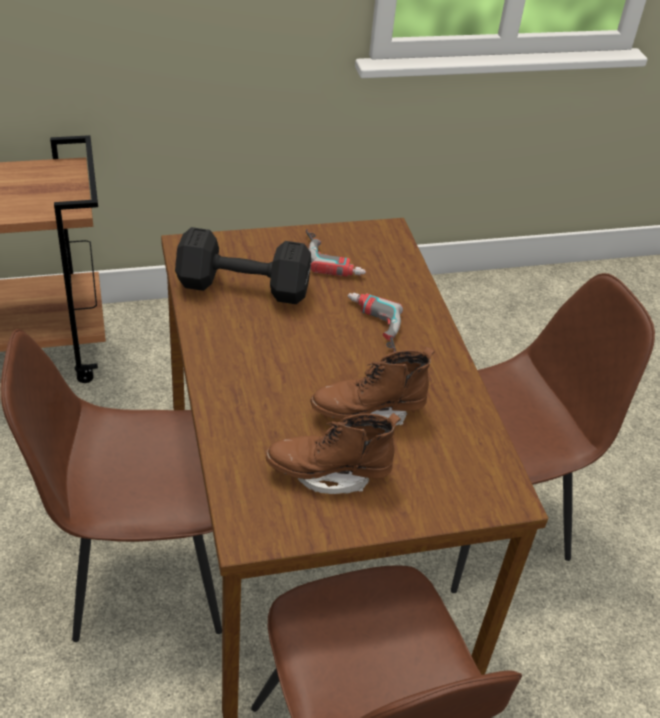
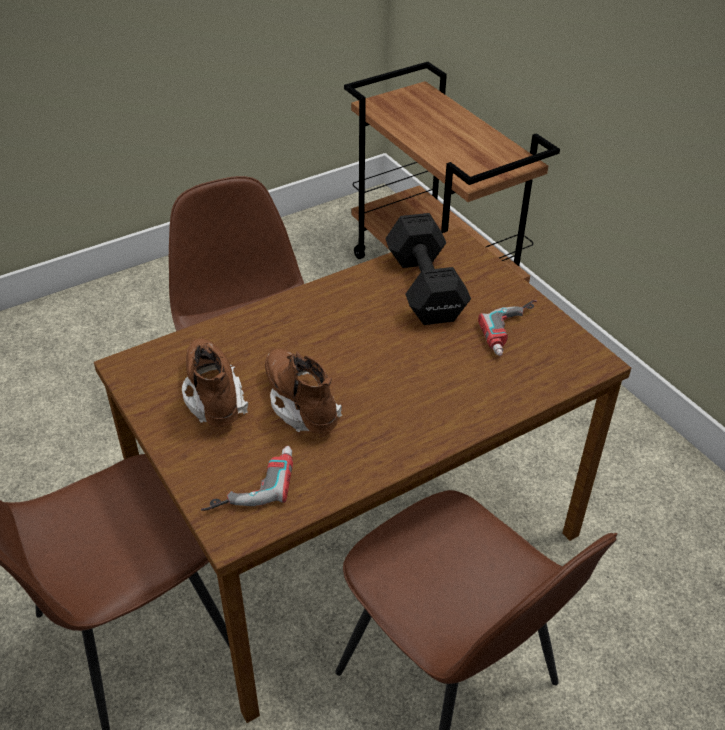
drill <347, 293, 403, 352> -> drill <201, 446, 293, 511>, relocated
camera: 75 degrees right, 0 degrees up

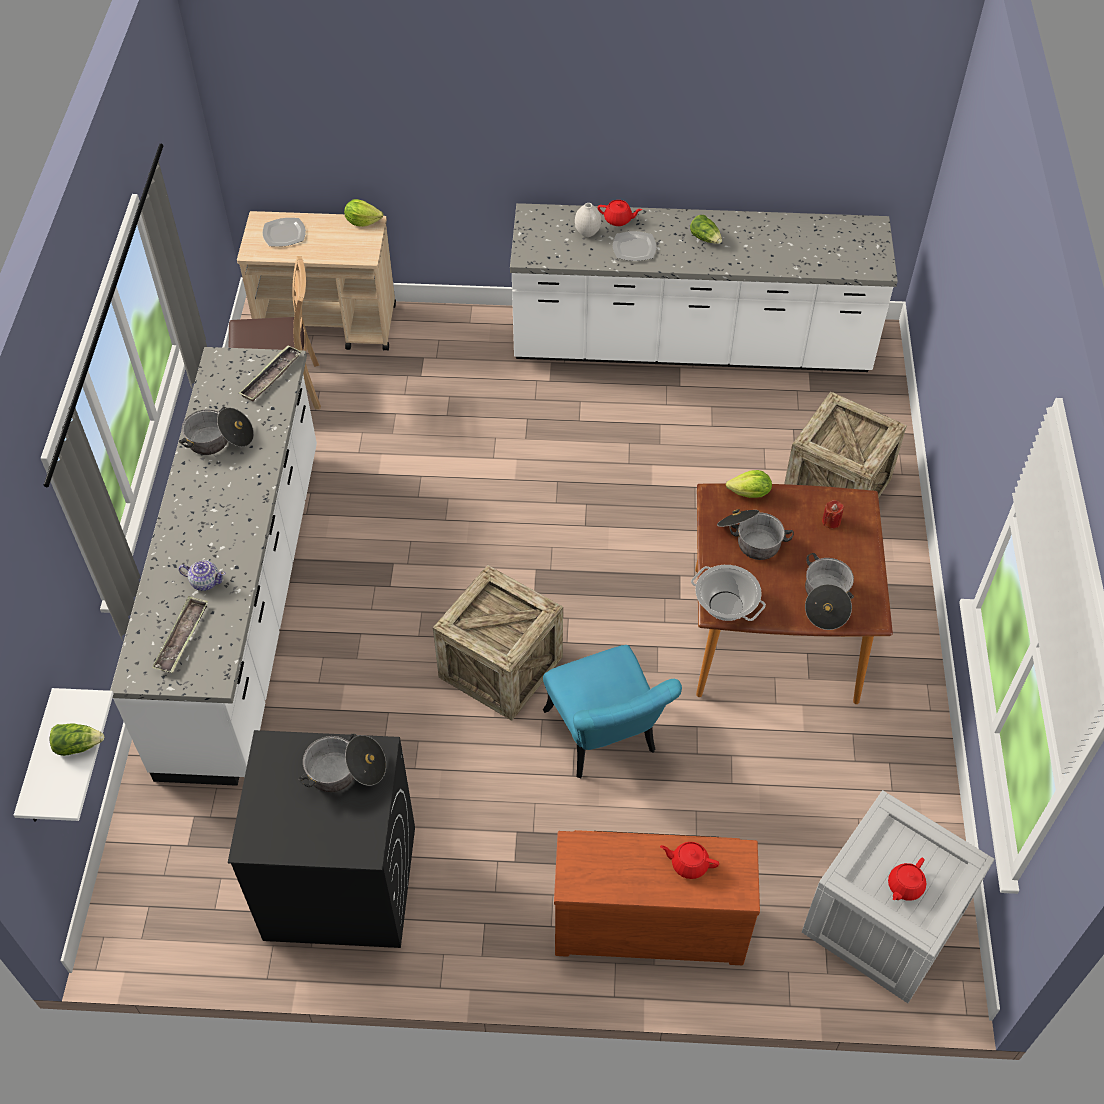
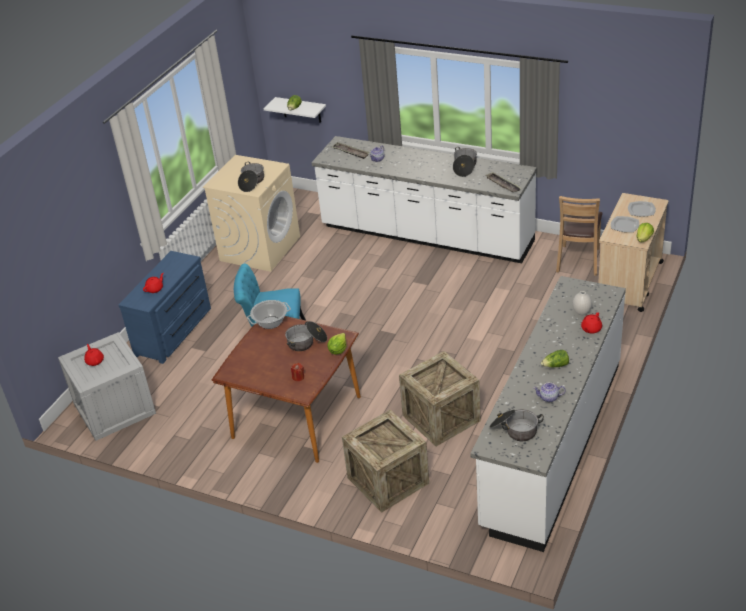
brown-coloured drawer chest <554, 830, 760, 965> -> bluish drawer chest <119, 251, 211, 364>
black washing machine <228, 730, 415, 948> -> sand-coloured washing machine <203, 155, 300, 272>
crate <433, 565, 563, 721> -> crate <399, 351, 481, 446>, relocated
saucepot <805, 553, 854, 630> -> saucepot <489, 409, 544, 441>, relocated
none -> tea pot <533, 382, 566, 402>
dinner plate <613, 231, 657, 261> -> dinner plate <611, 216, 639, 232>, relocated
camera: 115 degrees right, 15 degrees down

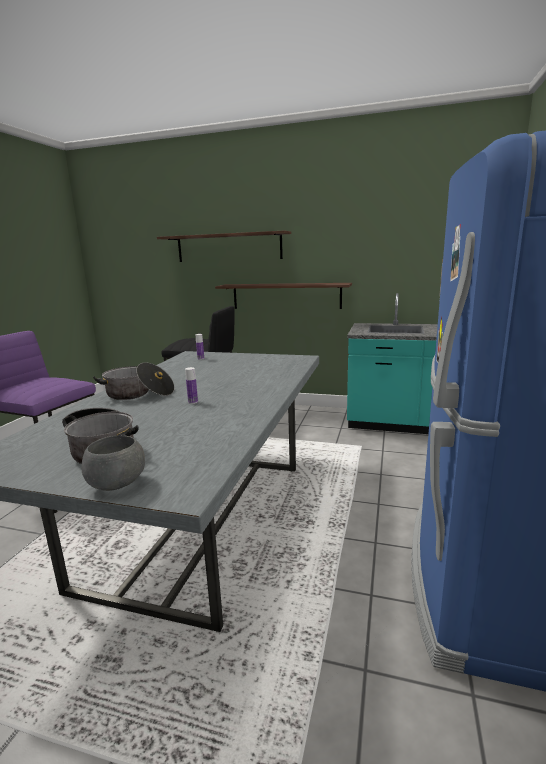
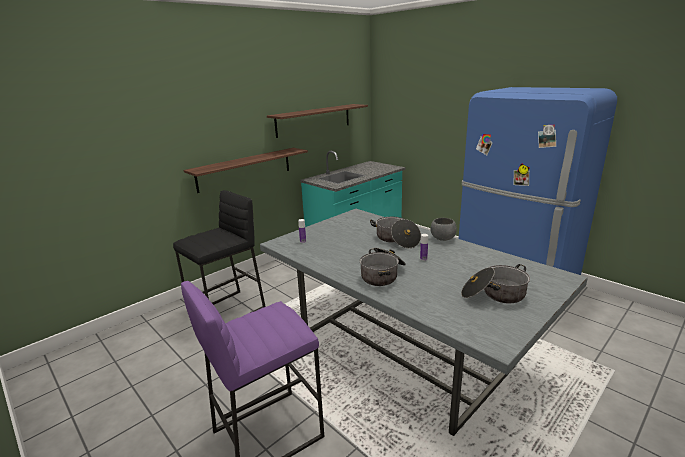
shelf <157, 231, 291, 262> -> shelf <267, 104, 368, 138>, relocated
none -> saucepot <370, 217, 421, 248>
gray deep dish <81, 435, 145, 491> -> gray deep dish <430, 218, 457, 241>, relocated
camera: 60 degrees left, 5 degrees up

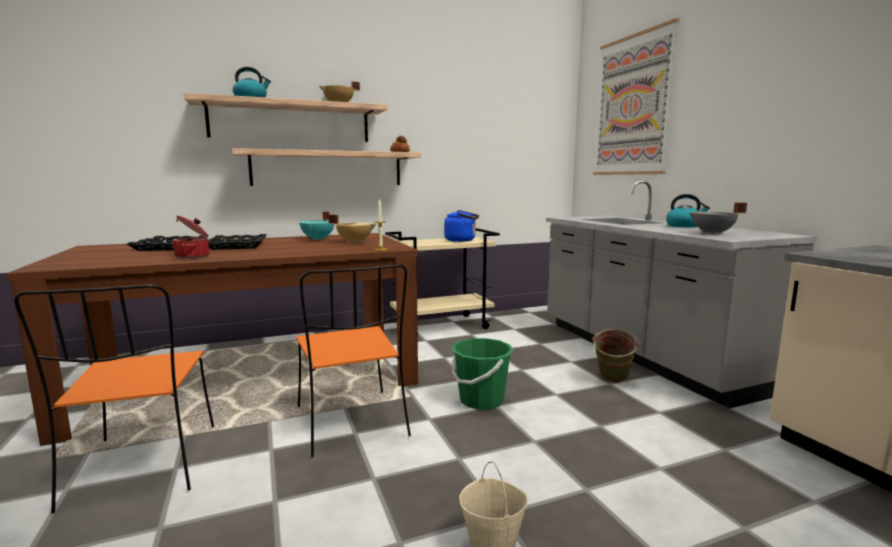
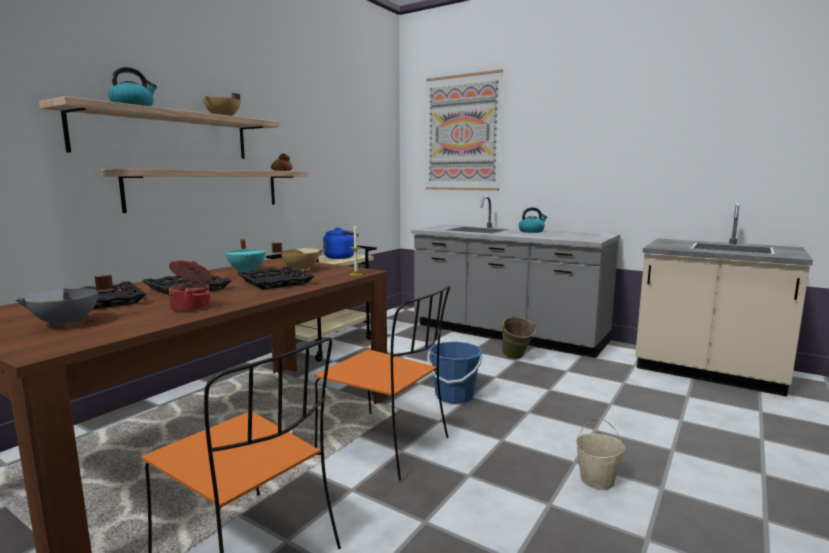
gray saucepot <689, 203, 747, 235> -> gray saucepot <14, 275, 113, 327>, relocated
none -> black serving tray <237, 266, 315, 290>
greenish bucket <452, 338, 513, 410> -> bluish bucket <427, 342, 483, 404>
camera: 35 degrees left, 0 degrees up

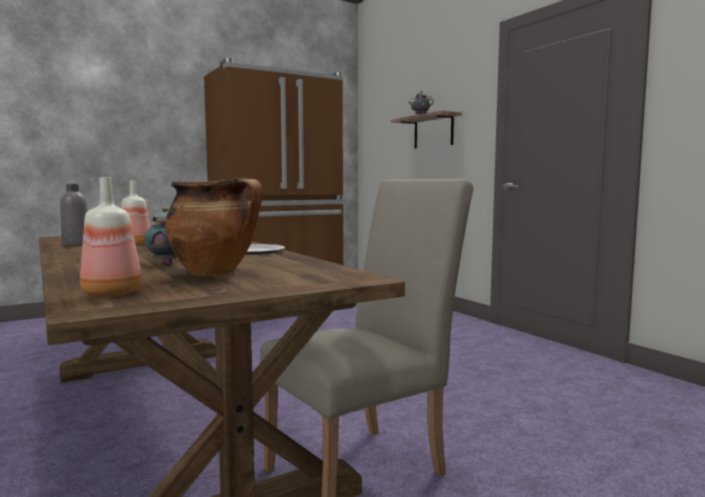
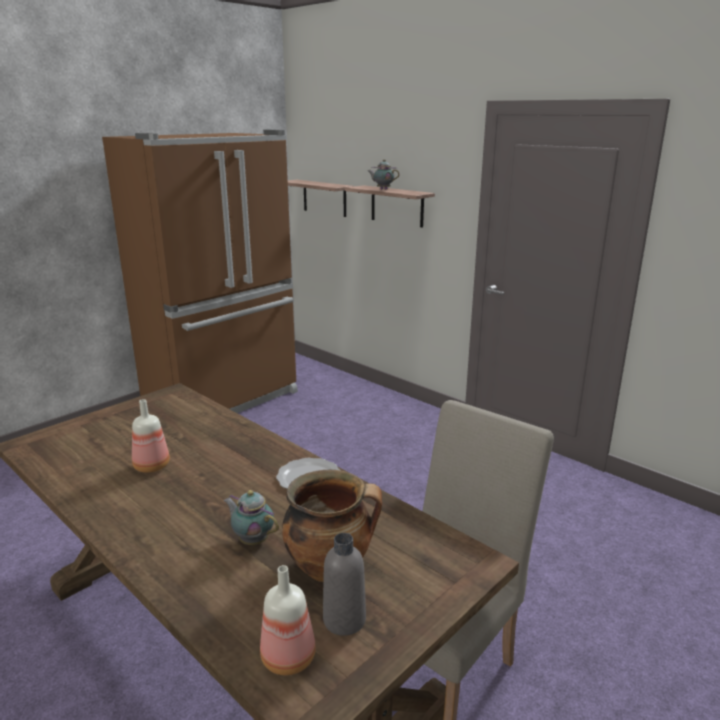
none -> shelf <288, 180, 354, 217>
gray beverage bottle <60, 184, 88, 246> -> gray beverage bottle <323, 533, 366, 636>, relocated
camera: 15 degrees left, 15 degrees up

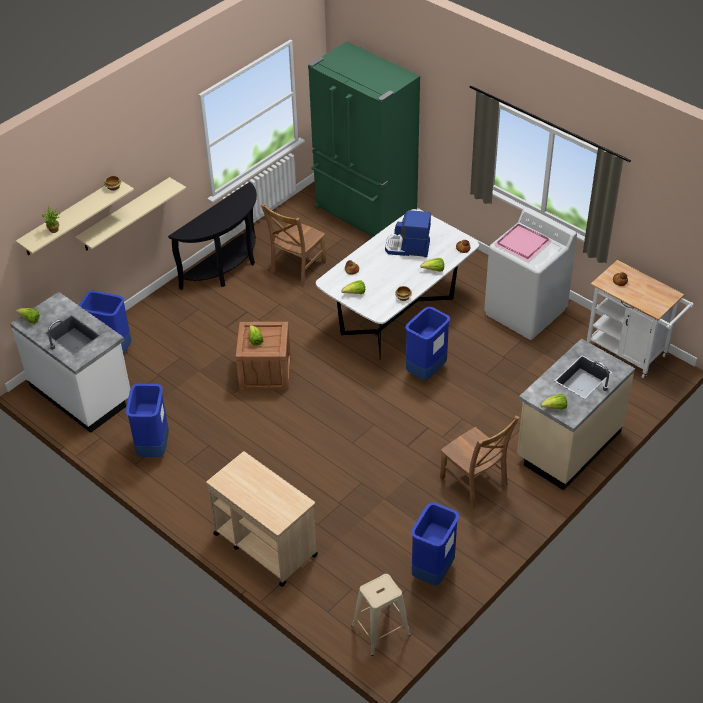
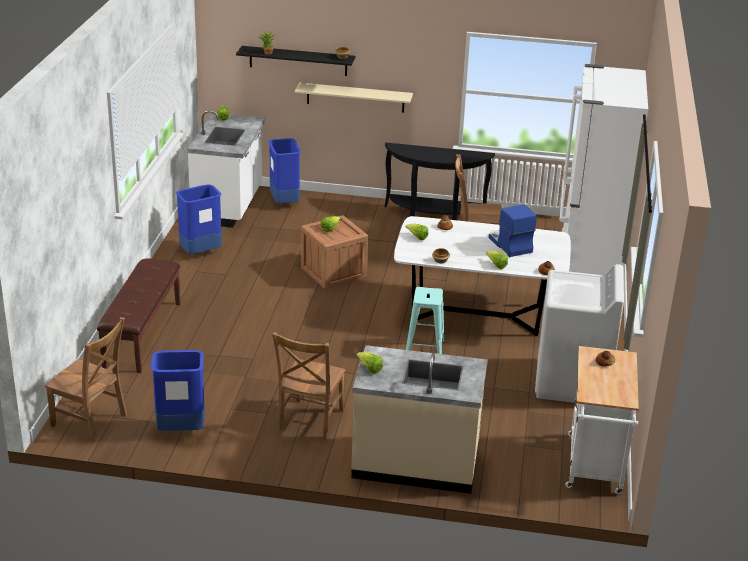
sand-coloured sitting stool <351, 574, 411, 656> -> brown-coloured chair <45, 317, 127, 443>
sand-coloured wheeled cart <206, 451, 318, 587> -> brown-coloured long seat <97, 258, 181, 373>
sand-coloured shelf <16, 181, 134, 255> -> black shelf <236, 46, 356, 76>
bluish rubbish bin <405, 307, 450, 380> -> blue-green sitting stool <406, 287, 445, 354>
greenish refrigerator <308, 41, 420, 237> -> white-coloured refrigerator <559, 64, 648, 275>
pinkish serving tray <494, 223, 551, 261> -> none
camera: 55 degrees right, 15 degrees down

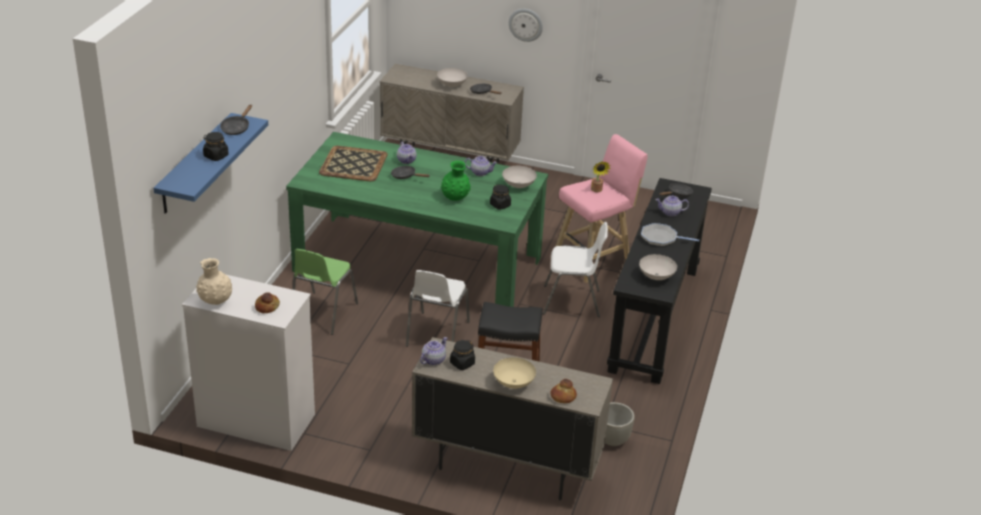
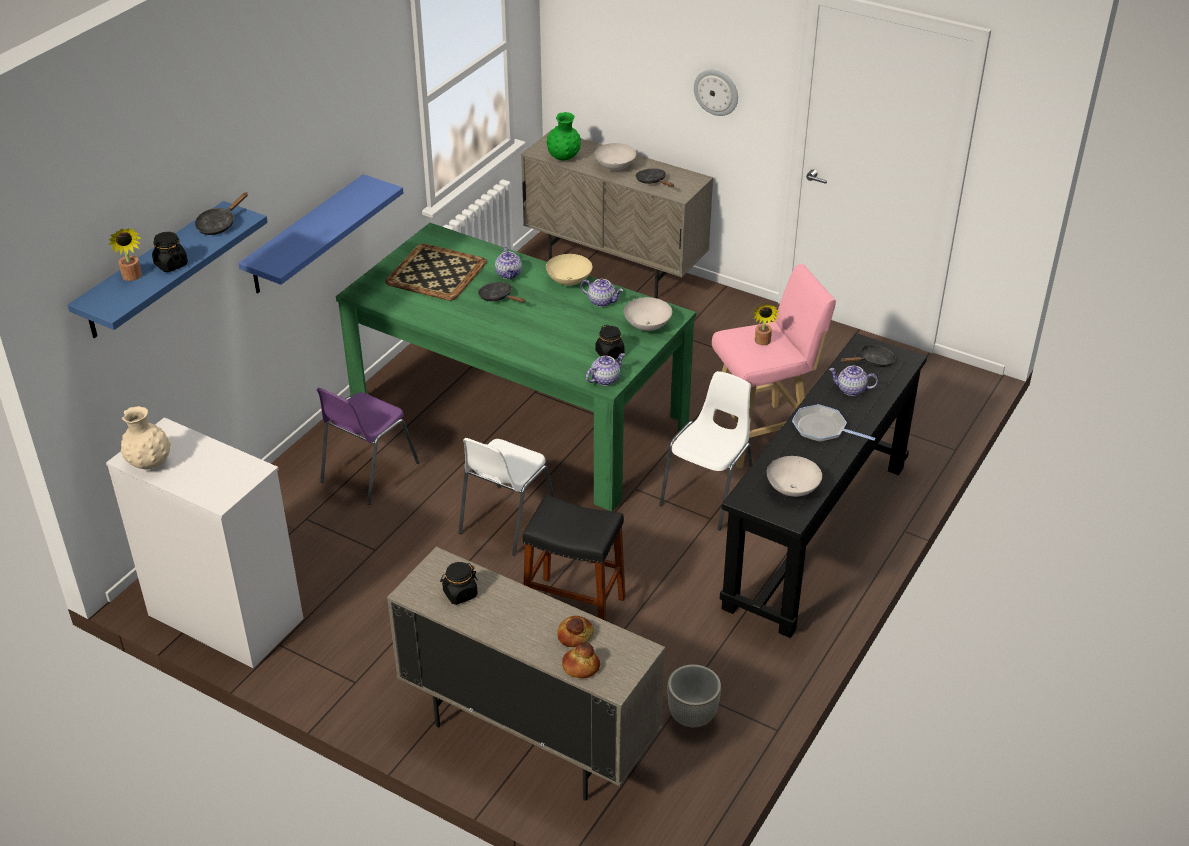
none -> houseplant <109, 228, 142, 281>
none -> bluish shelf <238, 174, 403, 294>
greenish chair <292, 249, 358, 335> -> purplish chair <317, 388, 419, 505>
greenish decorative vase <441, 160, 471, 201> -> greenish decorative vase <546, 112, 581, 160>, relocated
sand-coloured deep dish <493, 357, 536, 389> -> sand-coloured deep dish <546, 254, 592, 285>, relocated
baked bread <255, 292, 280, 313> -> baked bread <557, 616, 594, 647>, relocated
tea pot <420, 337, 447, 365> -> tea pot <586, 353, 625, 386>, relocated
white-coloured chair <543, 222, 608, 317> -> white-coloured chair <659, 371, 753, 530>, 75 degrees counterclockwise
camera: 15 degrees right, 5 degrees up

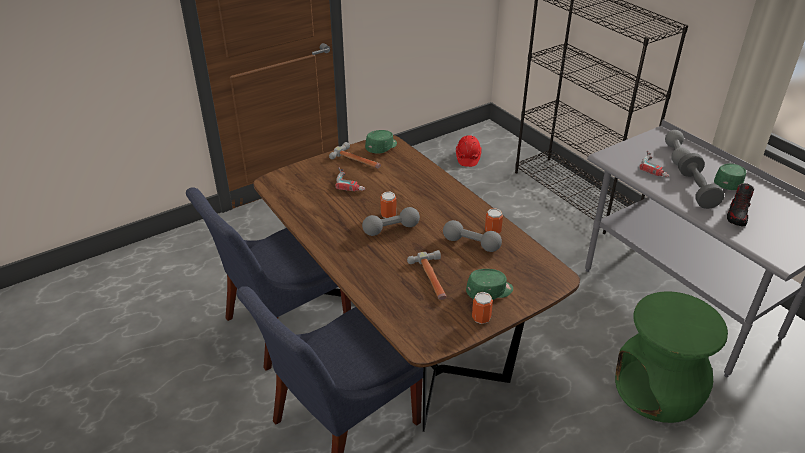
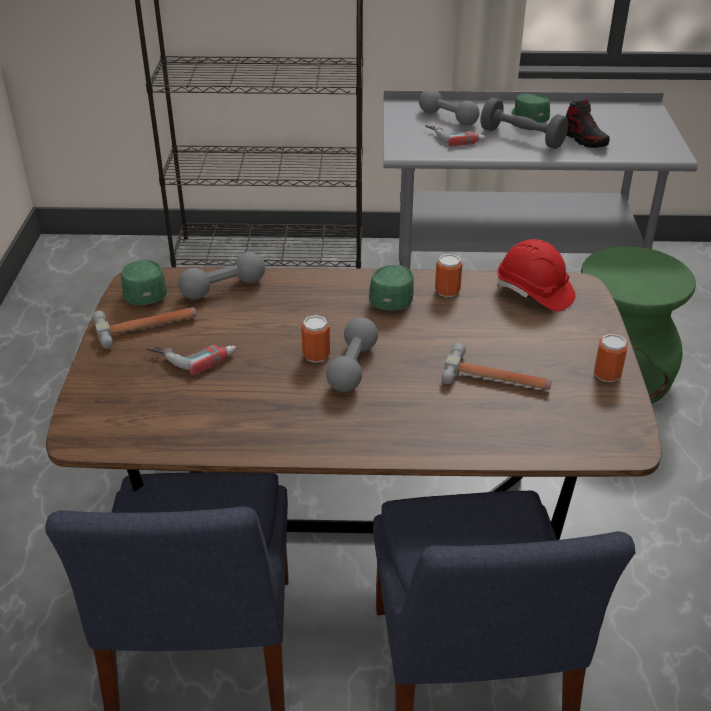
gray hand weight <443, 220, 502, 252> -> gray hand weight <178, 252, 265, 299>, relocated
greenish cap <466, 269, 513, 300> -> greenish cap <369, 265, 414, 311>, relocated
red work helmet <456, 135, 482, 167> -> red work helmet <497, 239, 575, 311>, relocated
camera: 55 degrees left, 0 degrees up

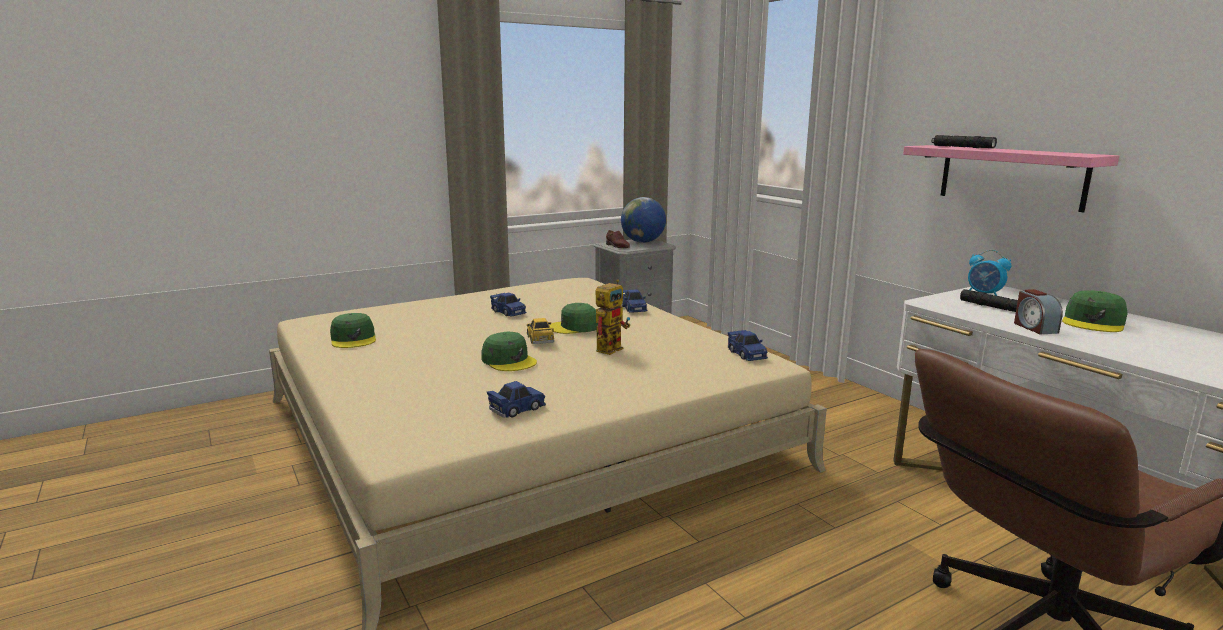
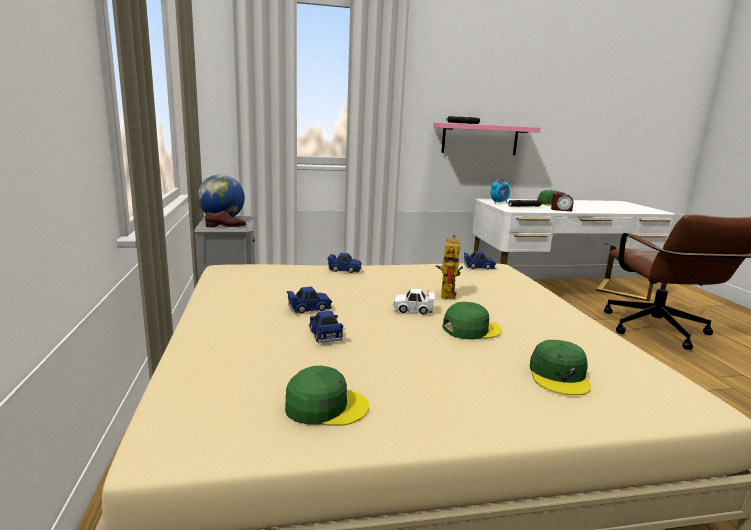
bluish model car <486, 381, 546, 418> -> bluish model car <309, 311, 343, 343>, relocated
yellowish model car <526, 318, 554, 344> -> white-coloured model car <393, 288, 435, 315>
toy robot <596, 279, 631, 355> -> toy robot <436, 235, 464, 300>, 45 degrees clockwise
greenish cap <549, 303, 598, 334> -> greenish cap <530, 340, 591, 395>, relocated
camera: 70 degrees left, 0 degrees up

